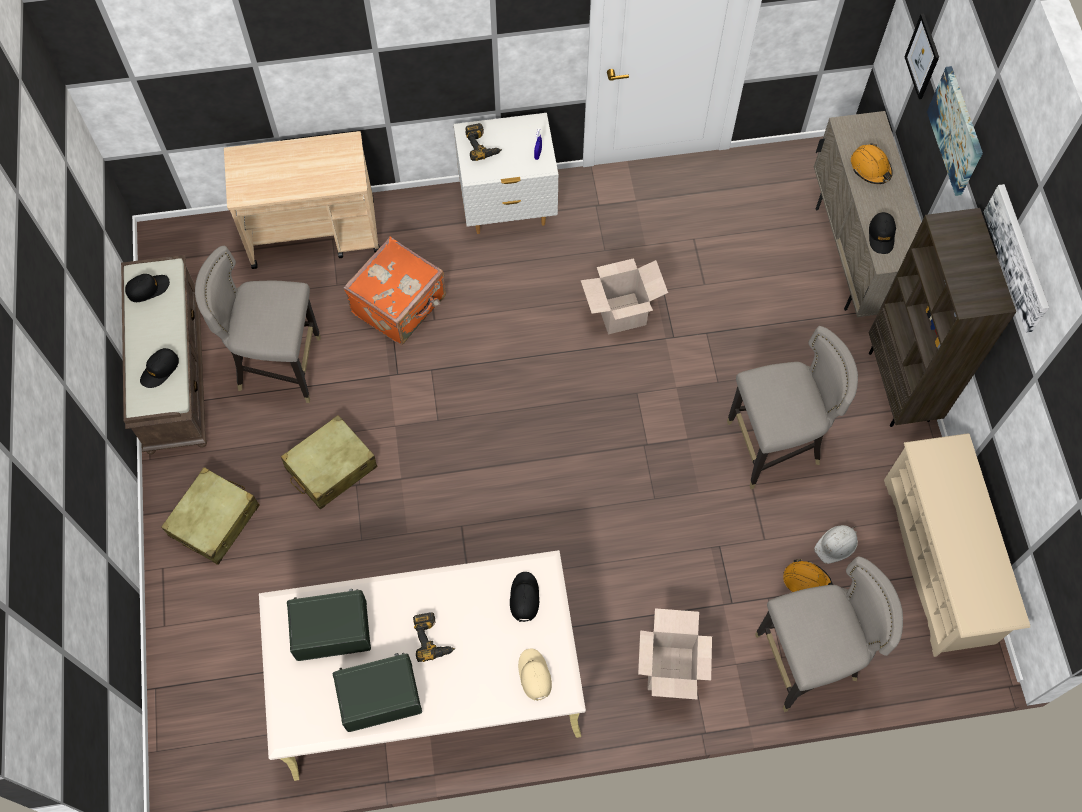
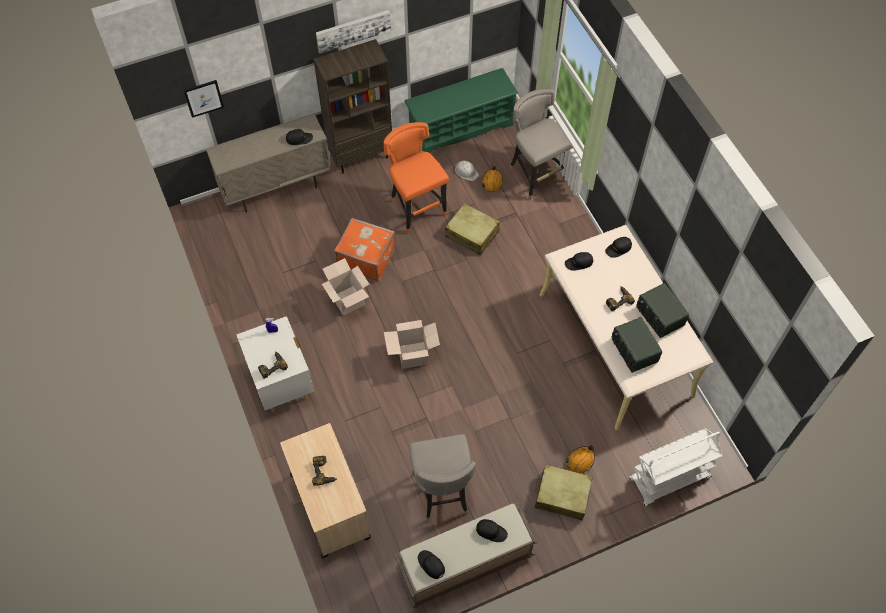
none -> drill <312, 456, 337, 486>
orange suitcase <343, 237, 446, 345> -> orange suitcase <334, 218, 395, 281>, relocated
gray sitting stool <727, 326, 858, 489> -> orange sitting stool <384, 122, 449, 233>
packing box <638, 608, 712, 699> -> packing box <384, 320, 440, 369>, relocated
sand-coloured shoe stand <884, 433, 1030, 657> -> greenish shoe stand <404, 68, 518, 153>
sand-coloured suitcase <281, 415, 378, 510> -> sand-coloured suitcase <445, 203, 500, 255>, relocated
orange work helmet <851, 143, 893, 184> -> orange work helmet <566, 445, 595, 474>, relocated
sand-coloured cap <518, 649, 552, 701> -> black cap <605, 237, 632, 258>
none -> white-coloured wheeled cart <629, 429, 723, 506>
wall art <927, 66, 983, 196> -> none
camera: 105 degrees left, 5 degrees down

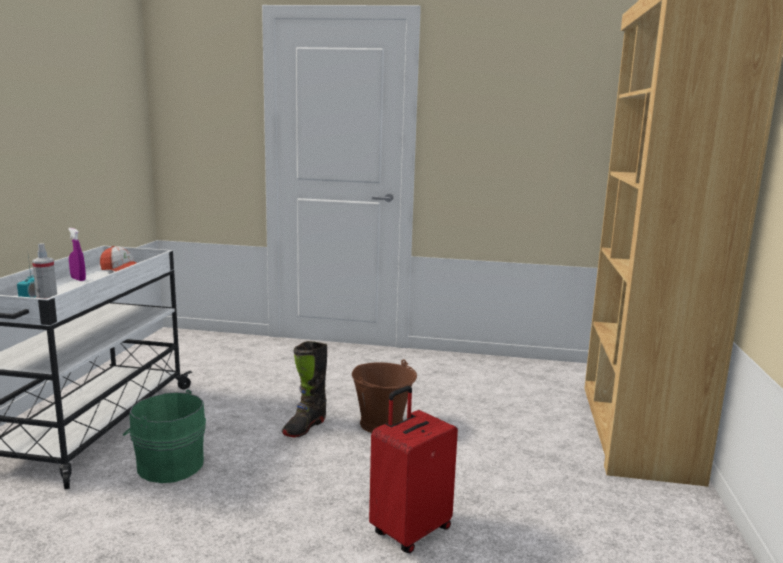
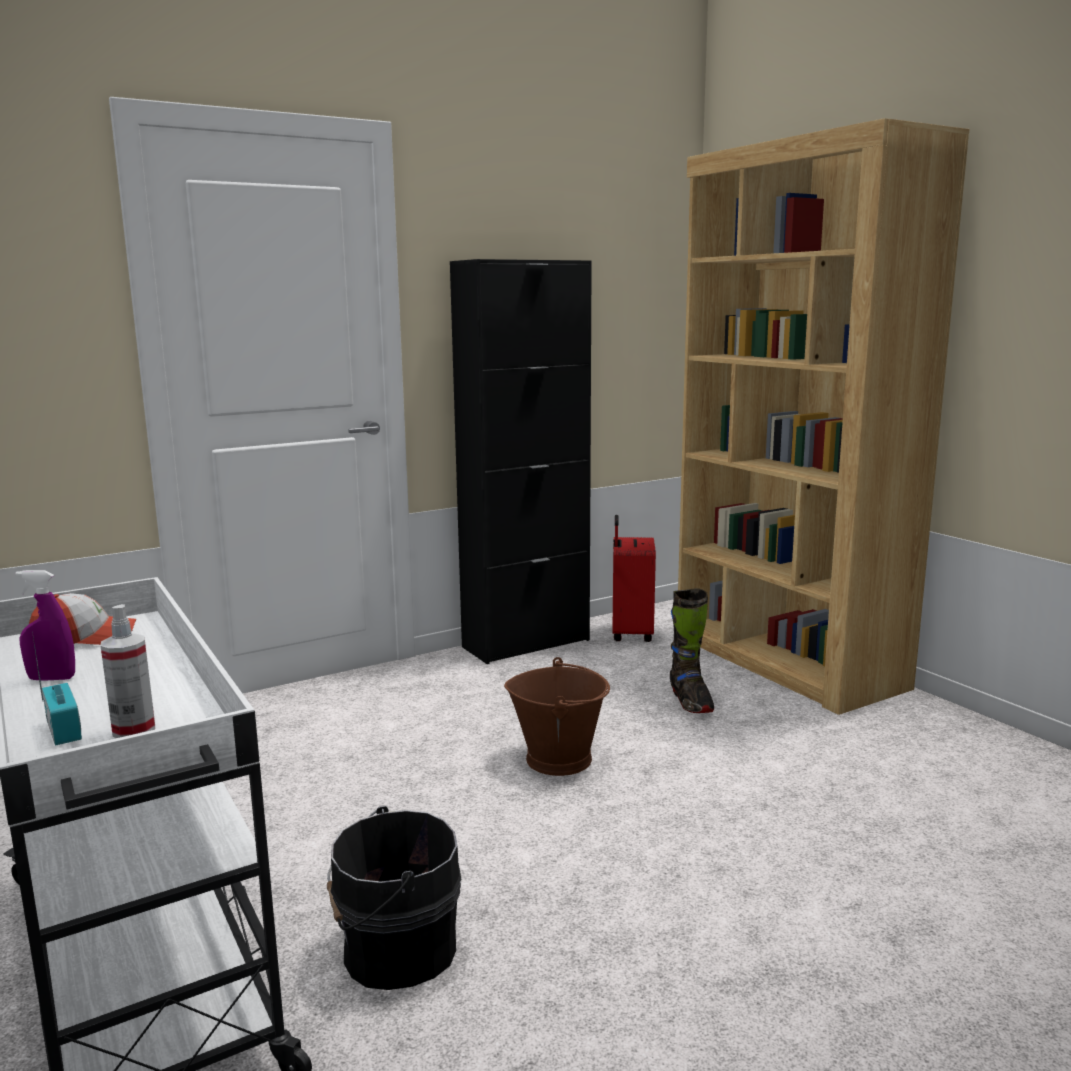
greenish bucket <123, 389, 206, 483> -> black bucket <327, 806, 461, 990>
none -> black storage cabinet <450, 259, 592, 664>
red suitcase <369, 386, 458, 553> -> red suitcase <612, 515, 656, 642>, relocated
black tall boot <282, 341, 327, 437> -> black tall boot <670, 588, 714, 713>, relocated
camera: 40 degrees left, 0 degrees up

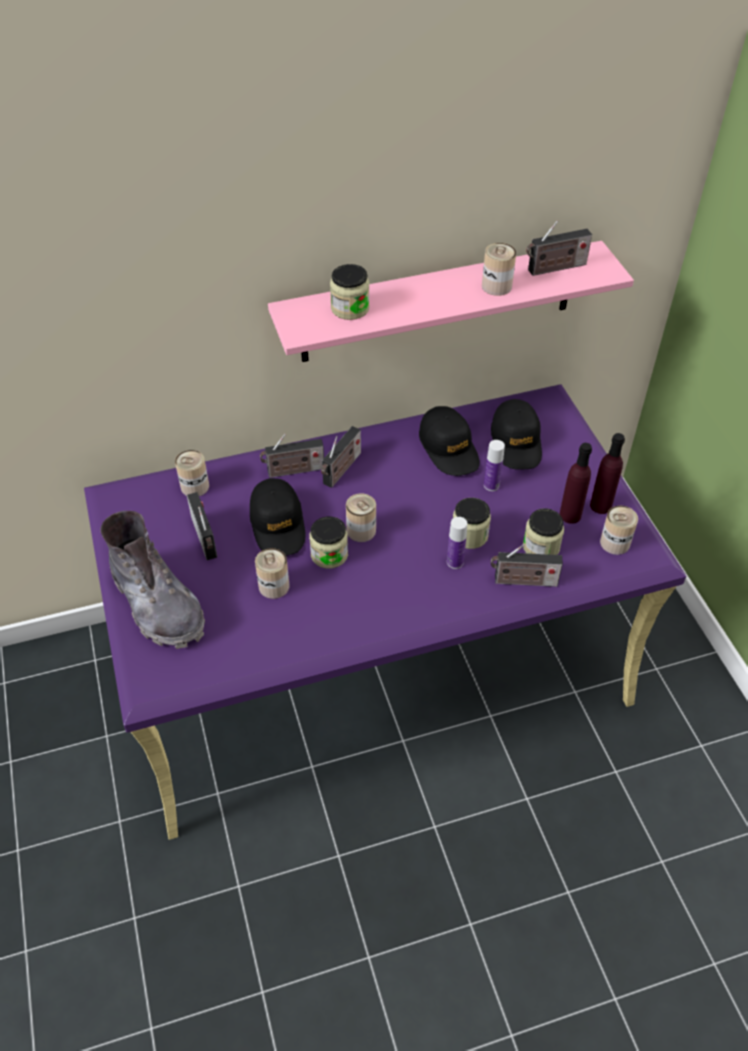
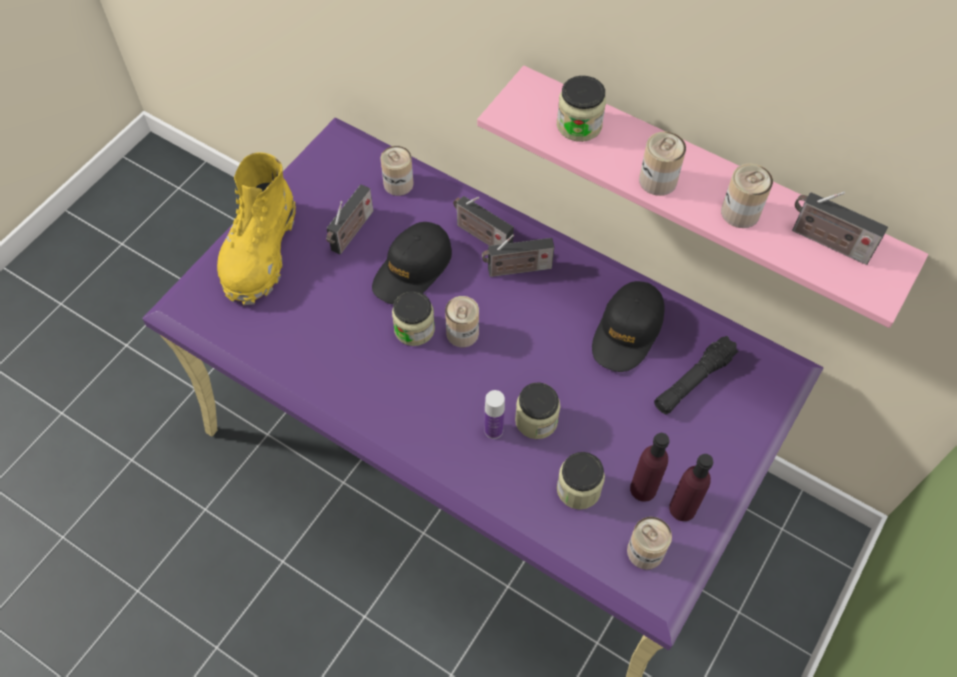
gray tall boot <100, 511, 205, 649> -> yellowish tall boot <217, 153, 296, 306>
can <255, 548, 290, 599> -> can <639, 132, 686, 196>, relocated
black cap <491, 399, 542, 470> -> black flashlight <654, 336, 738, 414>
beverage bottle <484, 440, 505, 491> -> none
radio set <491, 544, 563, 587> -> none
camera: 50 degrees right, 10 degrees up

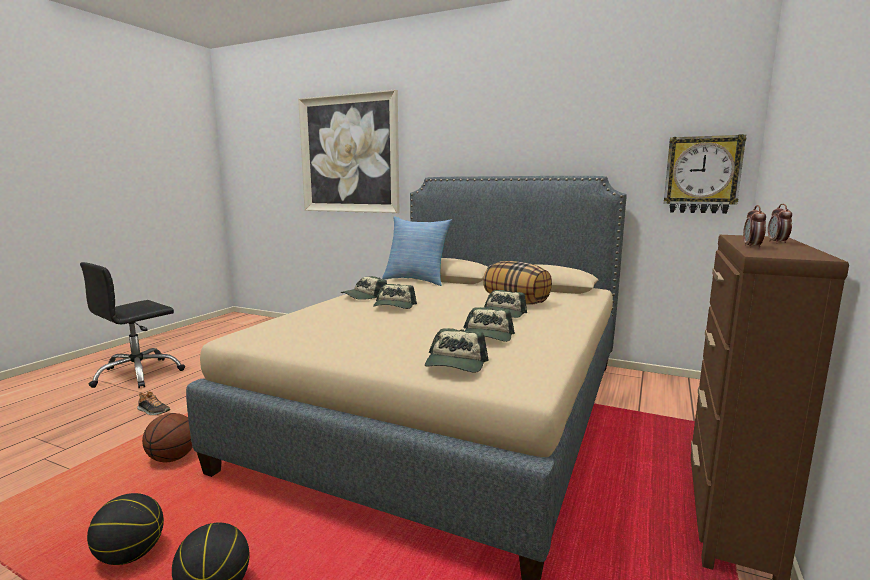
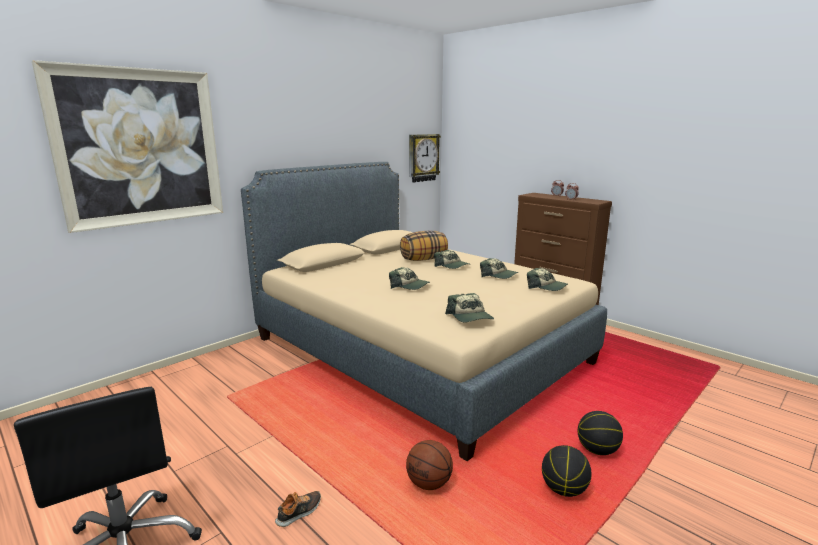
cap <341, 276, 387, 300> -> cap <445, 293, 494, 323>, relocated
throw pillow <382, 216, 452, 286> -> none
camera: 70 degrees left, 5 degrees up

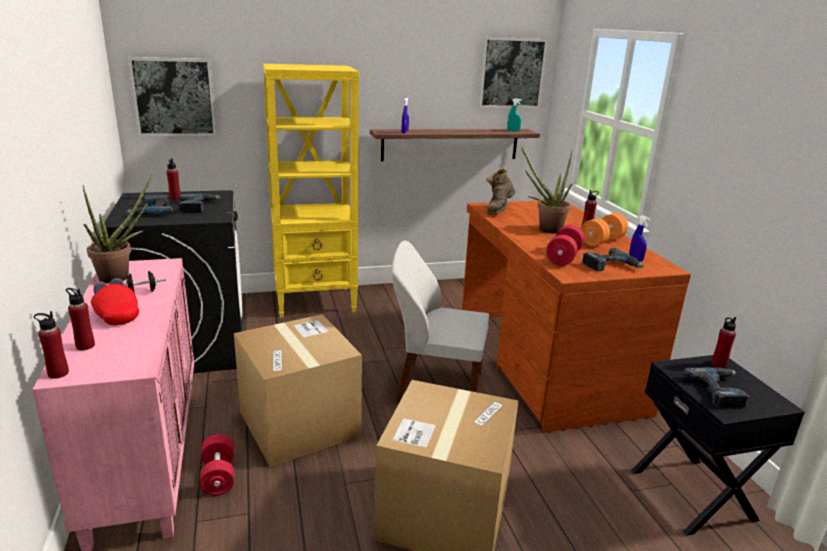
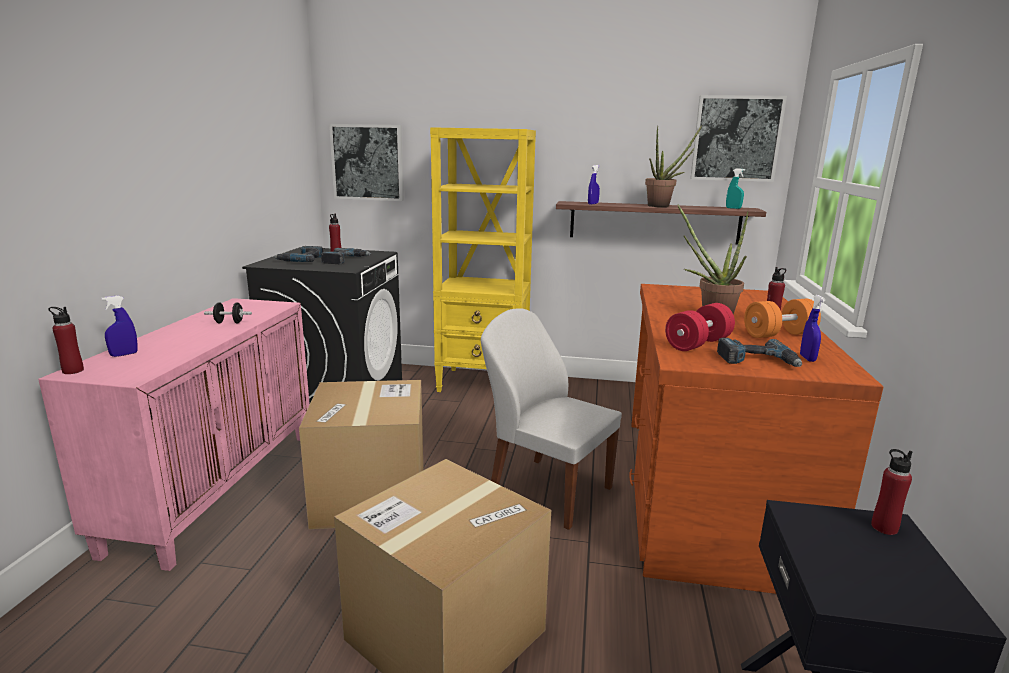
red beverage bottle <66, 288, 95, 350> -> bluish hand sprayer <101, 295, 138, 357>
houseplant <83, 175, 151, 283> -> houseplant <645, 125, 702, 207>, relocated
red cap <91, 278, 139, 325> -> none
red hand weight <200, 434, 234, 496> -> none
brown-coloured tall boot <486, 168, 516, 215> -> none
drill <683, 367, 749, 408> -> none
camera: 25 degrees right, 5 degrees down

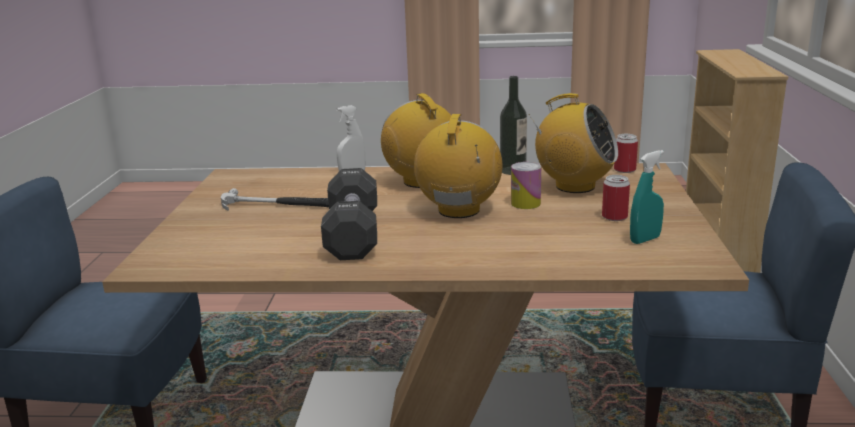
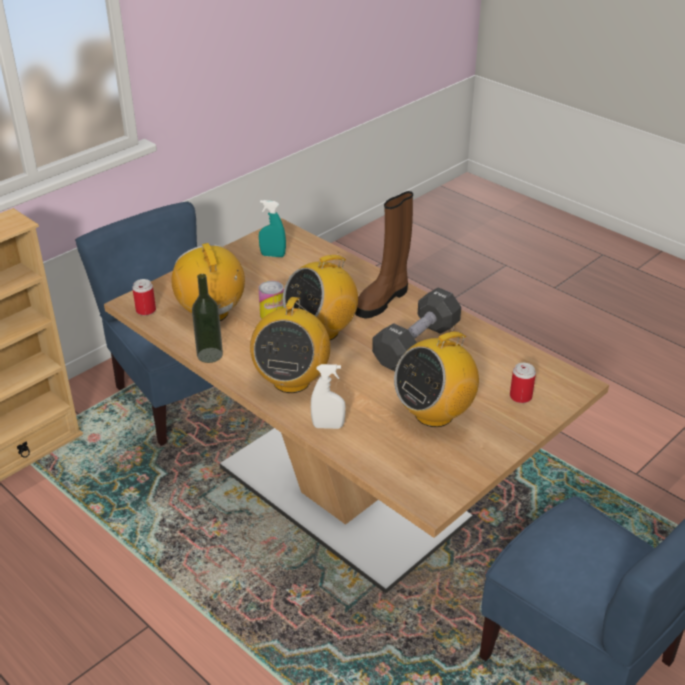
none -> brown-coloured tall boot <355, 191, 413, 319>
hammer <221, 188, 329, 211> -> radio set <394, 326, 479, 427>
can <602, 175, 630, 221> -> can <510, 363, 536, 403>, relocated
camera: 140 degrees left, 15 degrees up

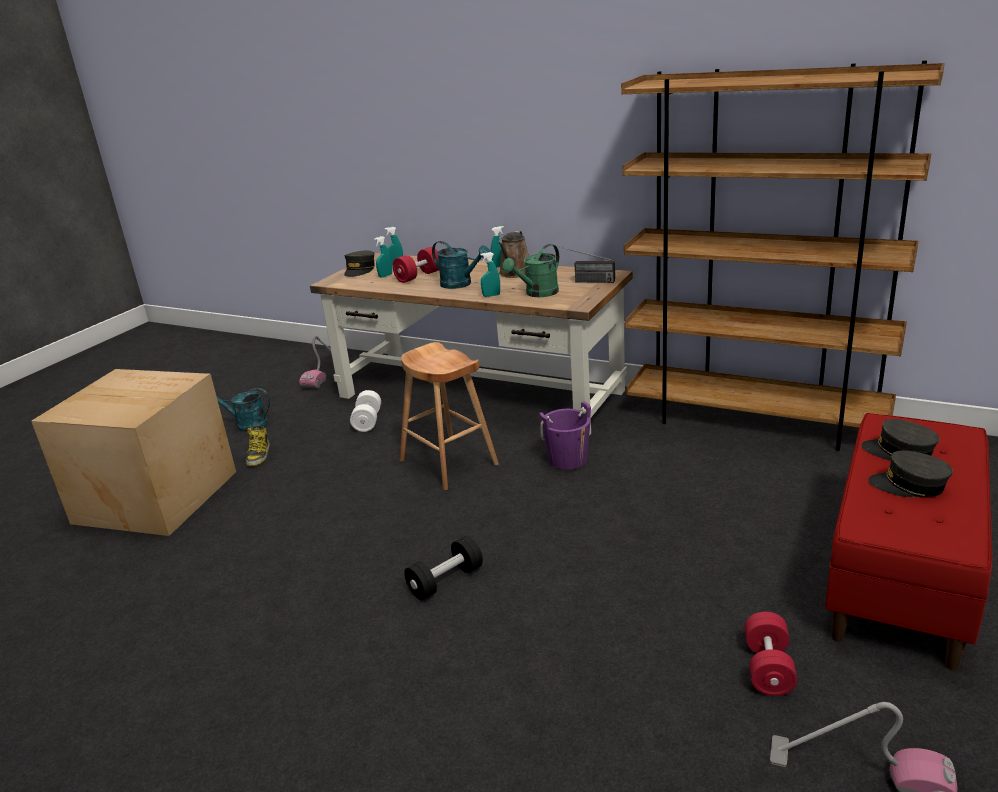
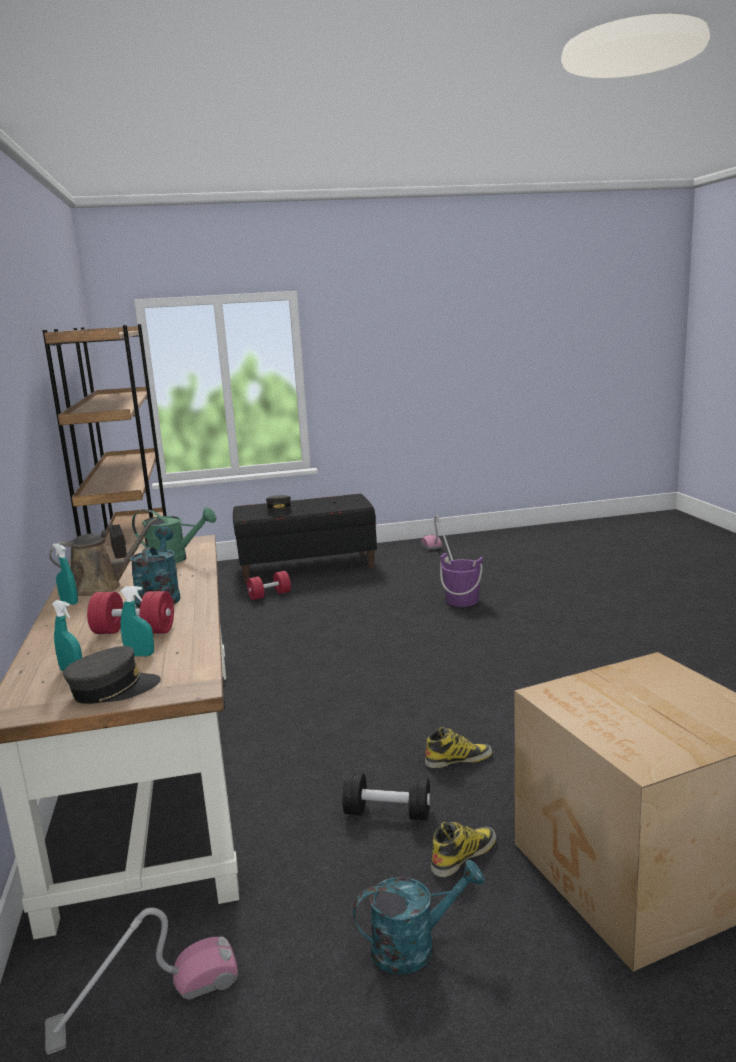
red long seat <825, 413, 992, 671> -> black long seat <233, 494, 377, 584>
red hand weight <745, 612, 797, 696> -> red hand weight <247, 571, 291, 600>, relocated
black hand weight <404, 536, 483, 600> -> black hand weight <342, 773, 431, 820>, relocated
blue-green watering can <217, 388, 270, 432> -> blue-green watering can <353, 859, 485, 974>, 75 degrees counterclockwise
none -> tall boot <425, 727, 492, 768>
purplish bucket <540, 401, 591, 470> -> purplish bucket <440, 553, 483, 607>, relocated
white-coloured hand weight <350, 390, 381, 432> -> none
brown-coloured sitting stool <400, 342, 499, 490> -> none
blue-green hand sprayer <480, 252, 500, 297> -> none
gray cap <868, 451, 953, 497> -> none
camera: 130 degrees left, 10 degrees down

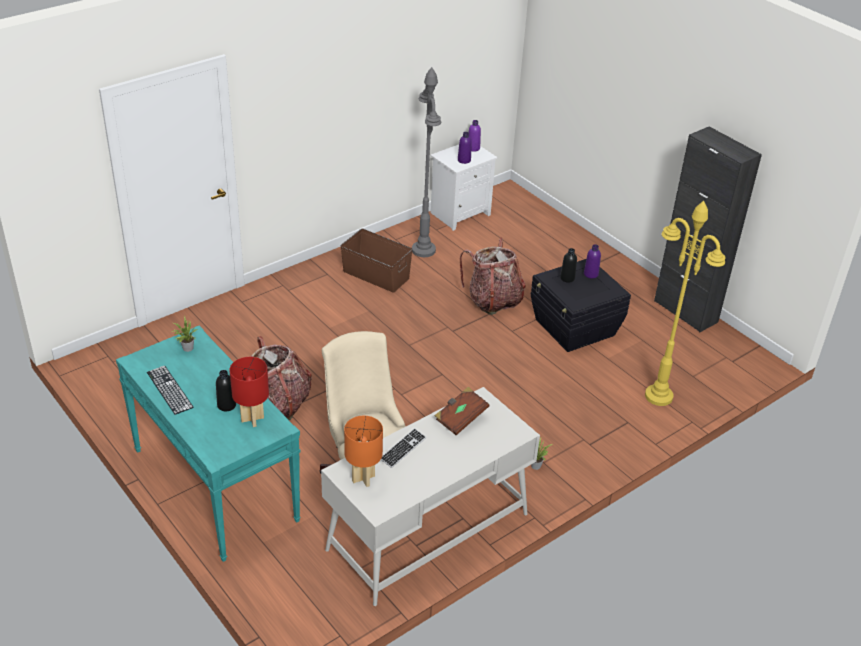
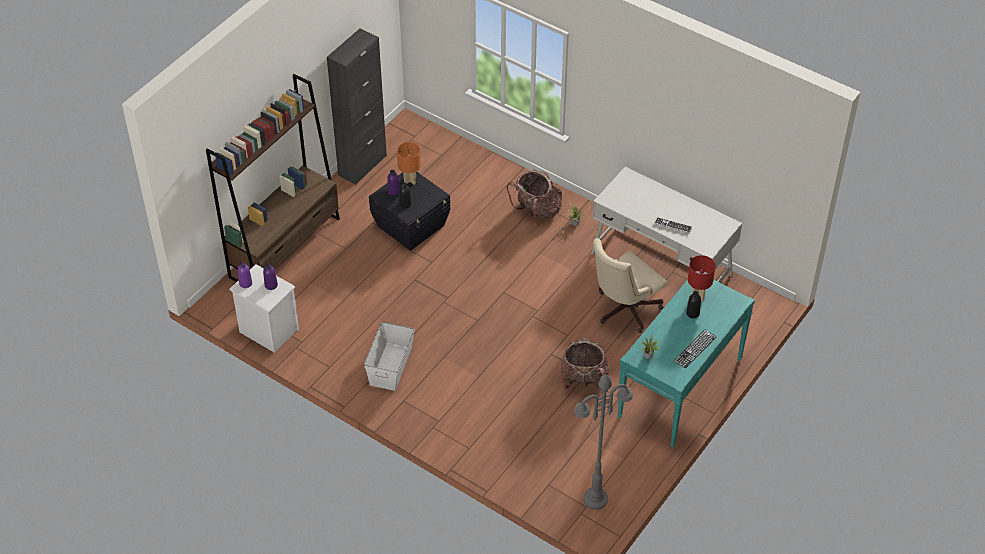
none -> brown-coloured shelving unit <206, 74, 340, 282>
brown-coloured storage bin <340, 229, 413, 293> -> white-coloured storage bin <364, 322, 415, 391>
orange tabletop lamp <344, 416, 383, 487> -> orange tabletop lamp <397, 142, 421, 185>, relocated
rucksack <460, 238, 525, 315> -> rucksack <507, 169, 562, 226>, relocated
gray floor lamp <412, 67, 441, 257> -> gray floor lamp <574, 374, 633, 510>, relocated
brown-coloured book <435, 387, 489, 435> -> none
yellowish floor lamp <645, 201, 725, 406> -> none
camera: 105 degrees left, 10 degrees up

